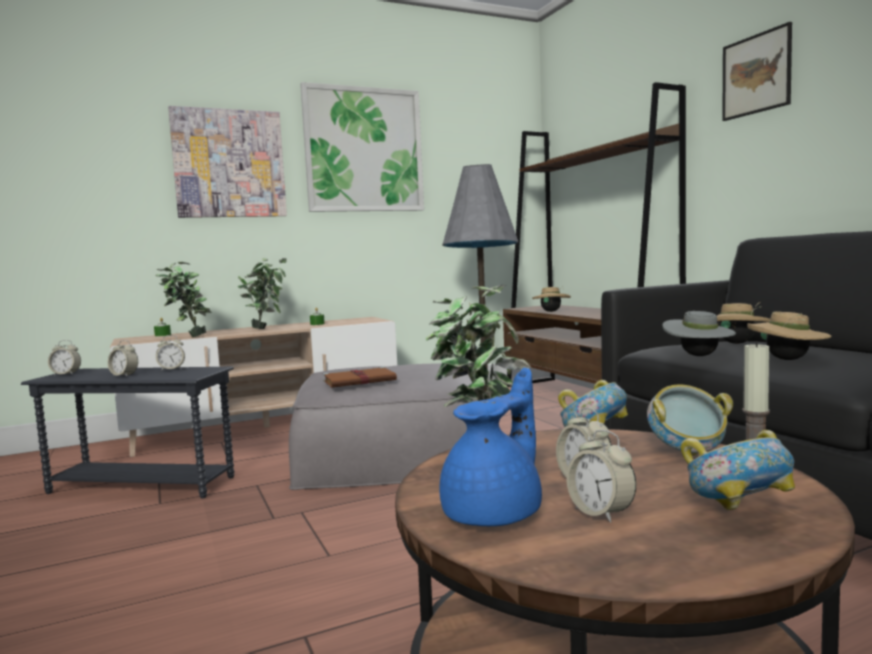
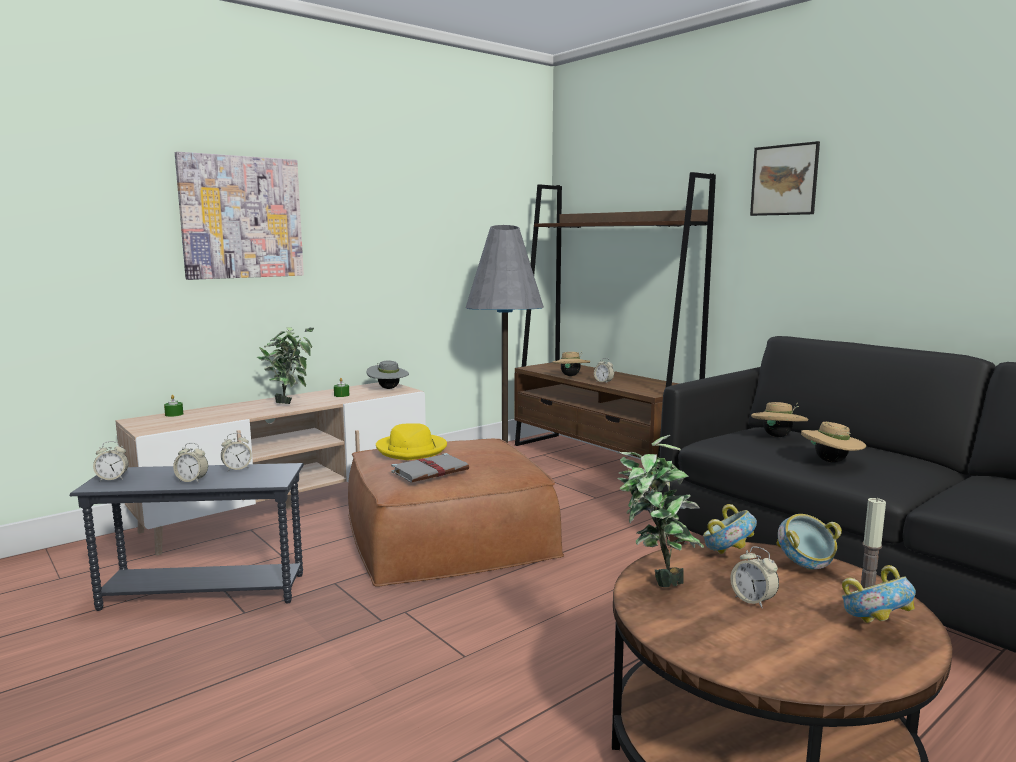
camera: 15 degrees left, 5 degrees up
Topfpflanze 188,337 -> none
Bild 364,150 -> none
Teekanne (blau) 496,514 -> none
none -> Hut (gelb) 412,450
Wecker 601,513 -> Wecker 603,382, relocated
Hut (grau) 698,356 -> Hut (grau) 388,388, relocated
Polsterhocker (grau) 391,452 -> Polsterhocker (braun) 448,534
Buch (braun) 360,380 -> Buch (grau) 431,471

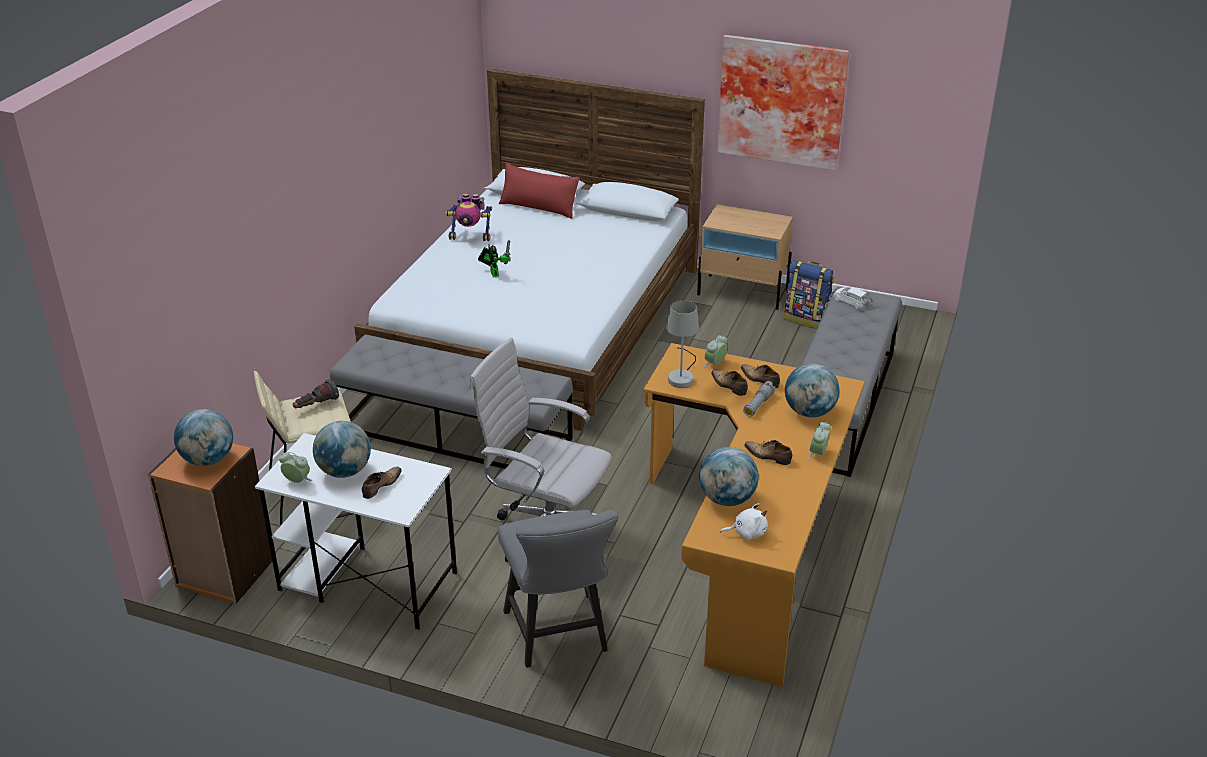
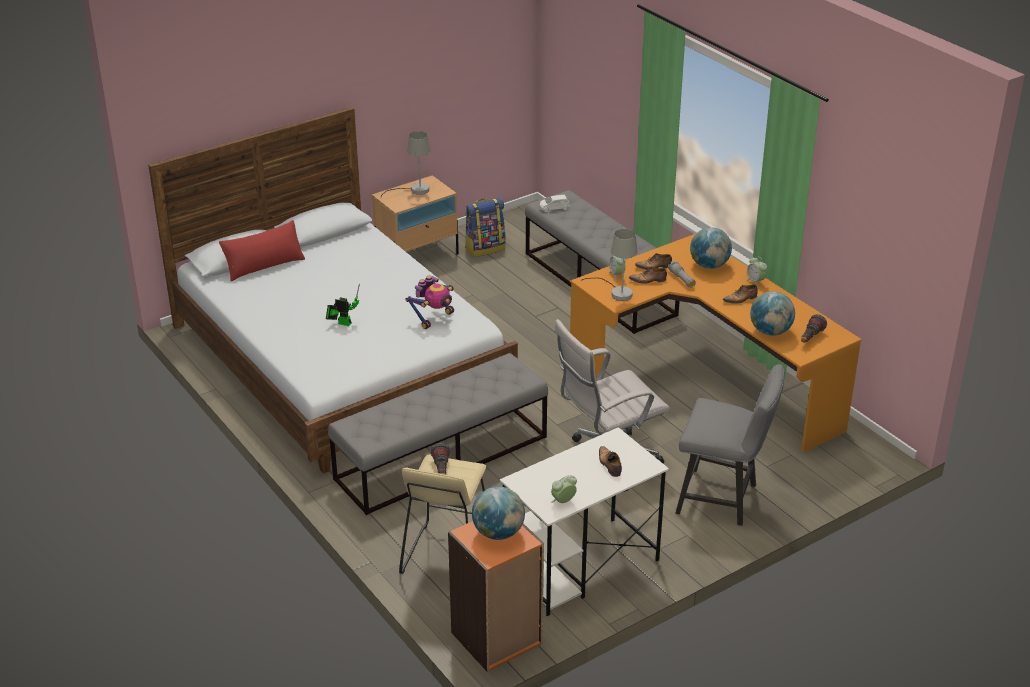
camera: 55 degrees left, 0 degrees up
Globus 345,471 -> none
Bild 782,100 -> none
none -> Tischlampe (grau) 414,190
Spielzeugroboter 470,237 -> Spielzeugroboter 434,318, relocated
Plüschtier (weiß) 747,532 -> Taschenlampe 810,338

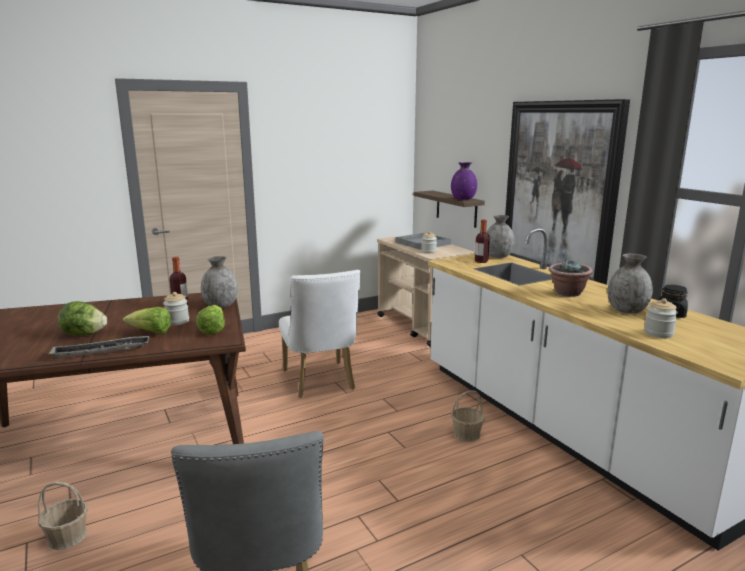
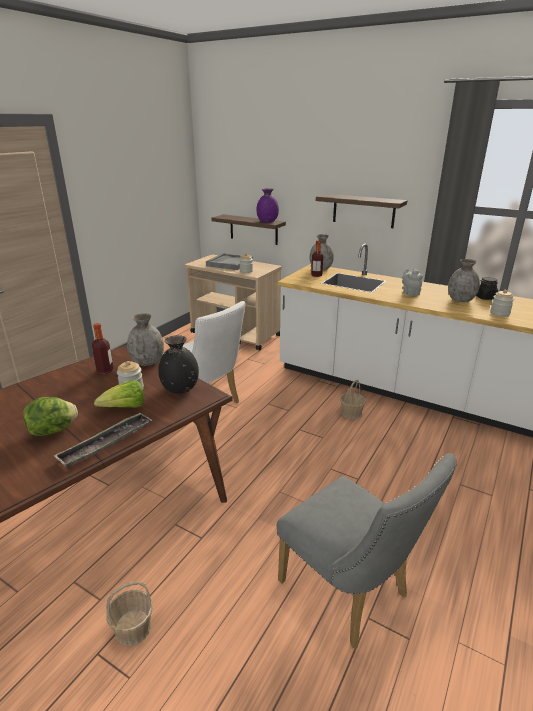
camera: 30 degrees left, 10 degrees up
Salatkopf 212,330 -> Vase (schwarz) 180,389
Bild 559,191 -> Wandregal 363,210
Topfpflanze 568,293 -> Teekanne (grau) 410,293

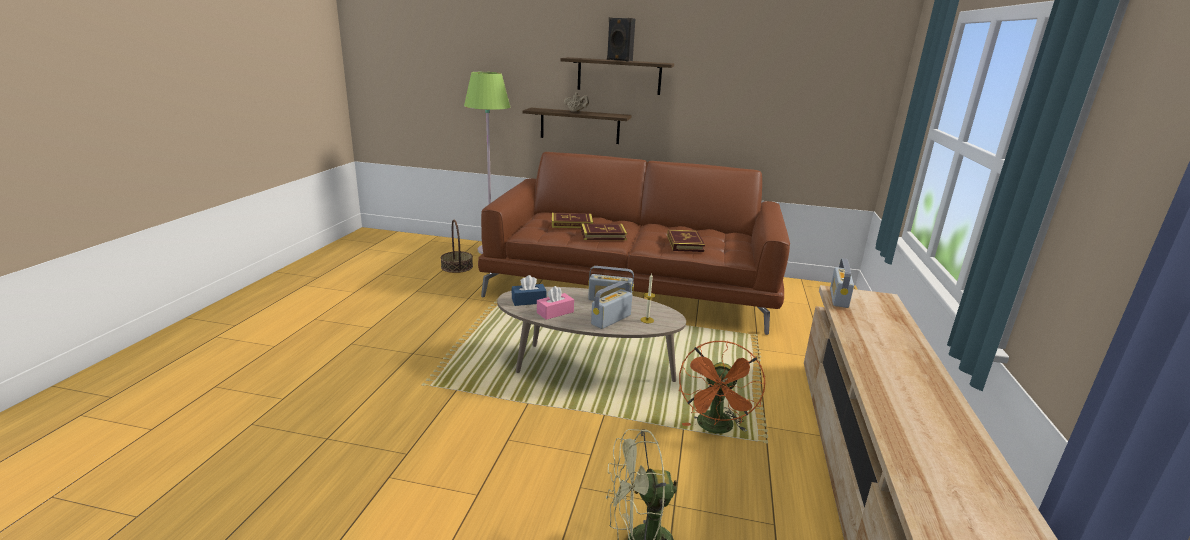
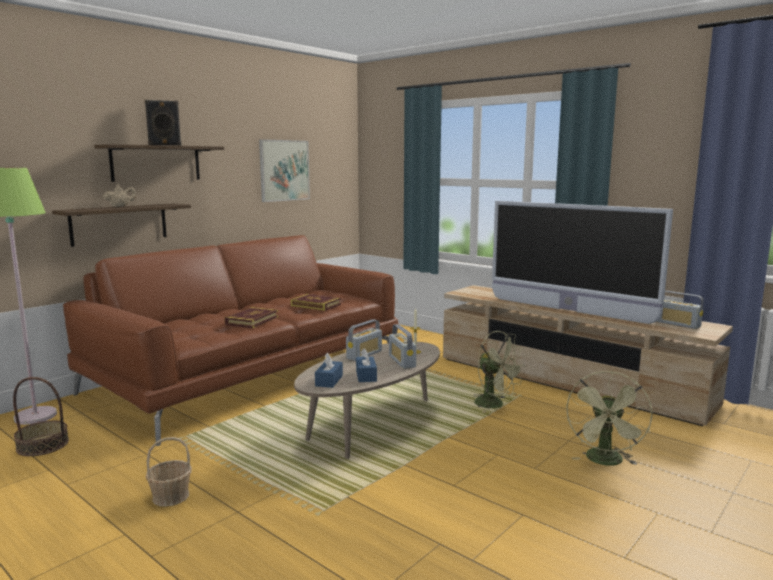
camera: 60 degrees left, 10 degrees down
Buch 571,223 -> none
none -> Korb 170,496
none -> Bild 284,170
none -> Fernseher 568,310
Radio 839,298 -> Radio 678,324, relocated
Taschentuchbox (rosa) 555,312 -> Taschentuchbox (blau) 366,376
Ventilator (orange) 716,428 -> Ventilator (grün) 495,405

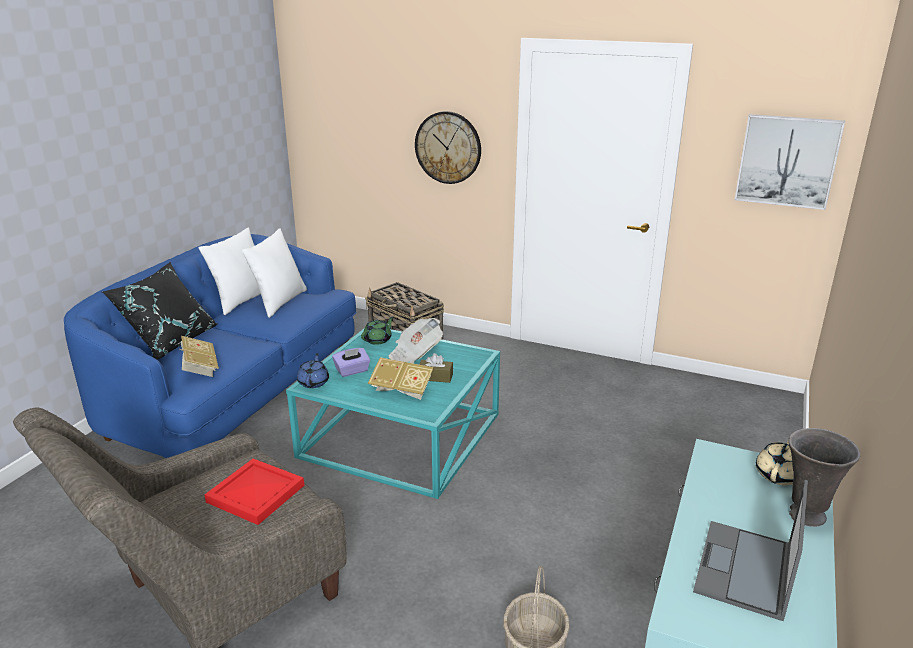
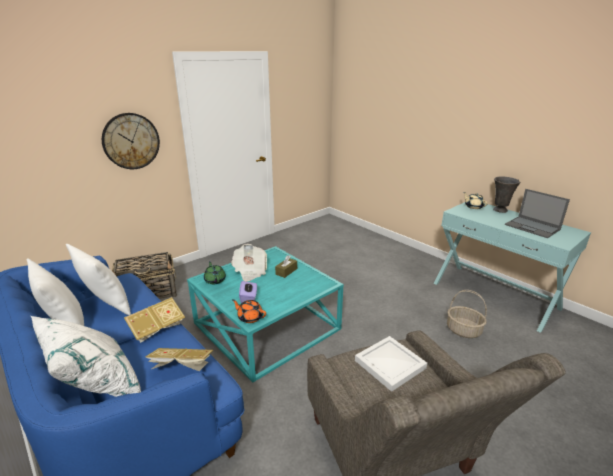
camera: 65 degrees left, 0 degrees up
Bild 787,161 -> none
Buch 402,390 -> Buch 157,329, relocated
Kissen (schwarz) 170,342 -> Kissen (weiß) 96,385
Tablett (rot) 254,494 -> Tablett (weiß) 390,365
Teekanne (blau) 314,382 -> Teekanne (orange) 250,317

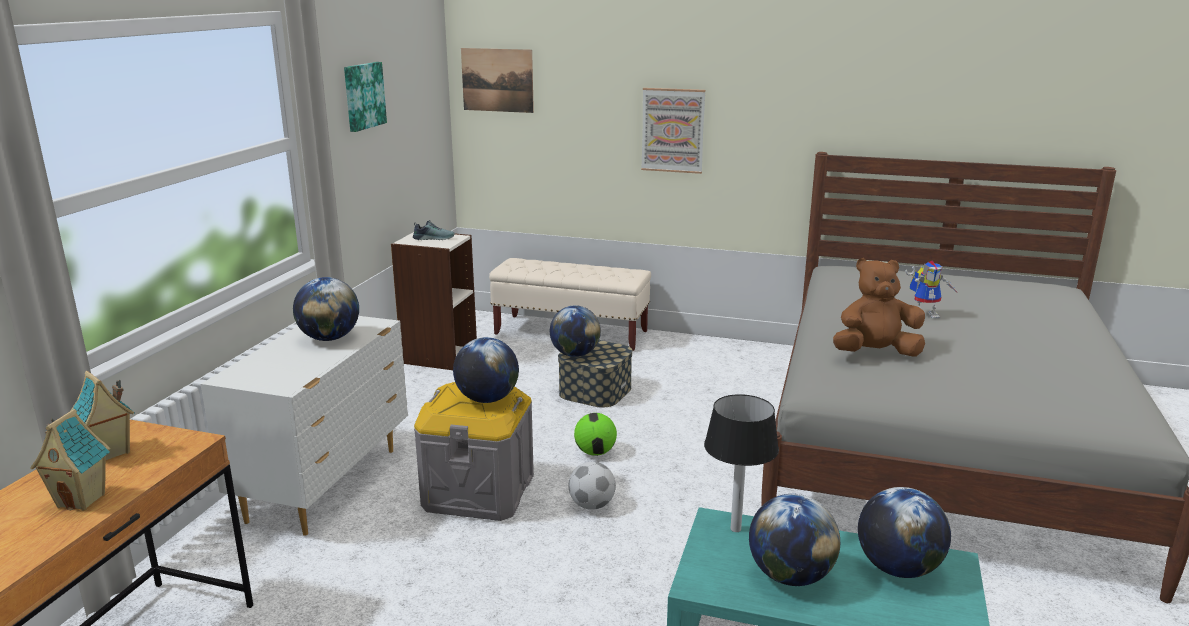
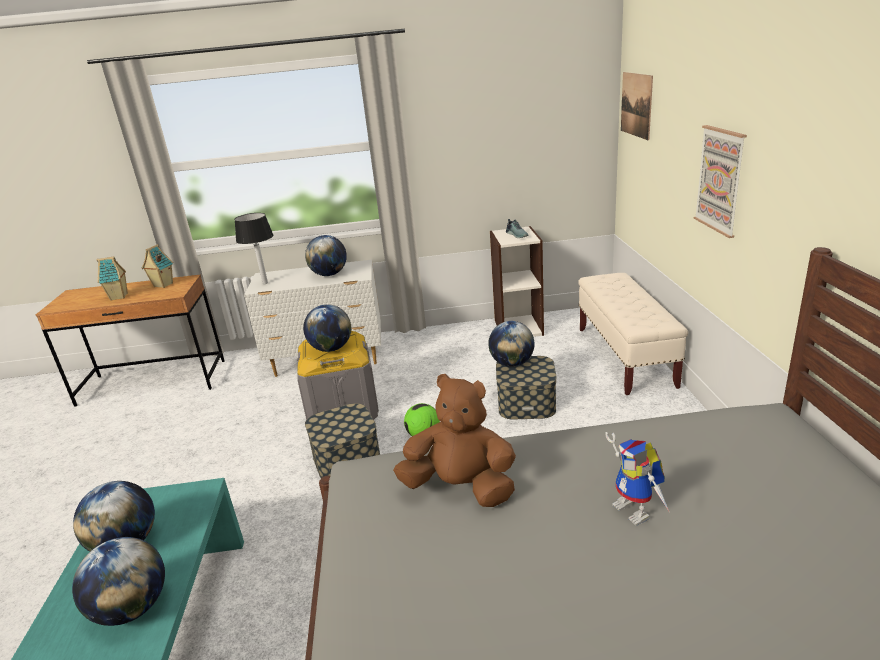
camera: 70 degrees right, 5 degrees up
Bild 363,96 -> none
Tischlampe 734,529 -> Tischlampe 265,283, relocated
Fußball 592,505 -> Aufbewahrungsbox 346,458
Plüschtier (braun) 875,353 -> Plüschtier (braun) 461,488, 45 degrees counterclockwise

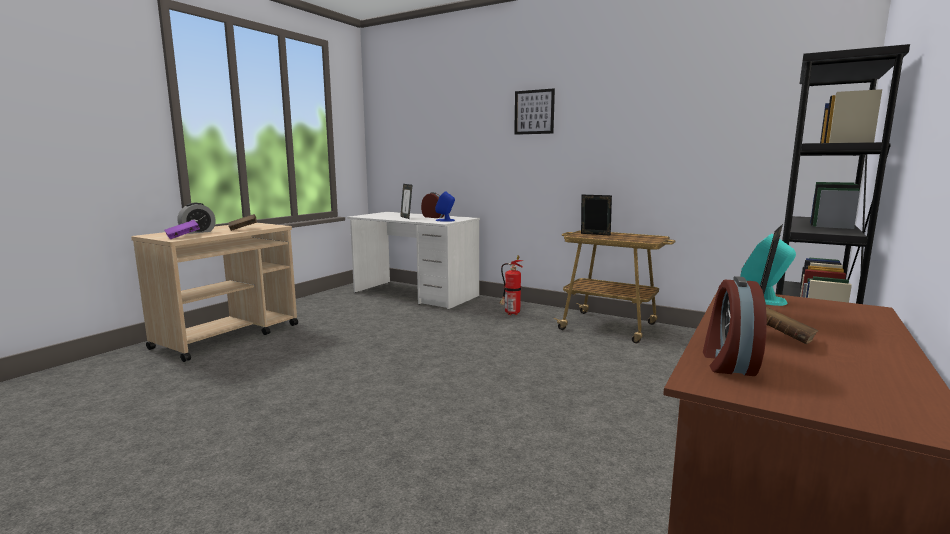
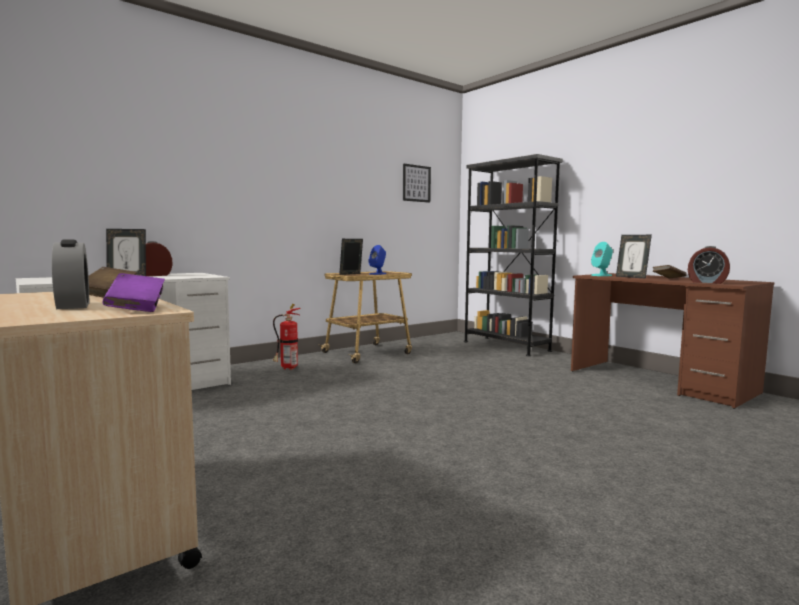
camera: 70 degrees left, 5 degrees down
Lautsprecher (blau) 445,220 -> Lautsprecher (blau) 378,274, relocated
Bild 534,112 -> Bild 416,183, relocated

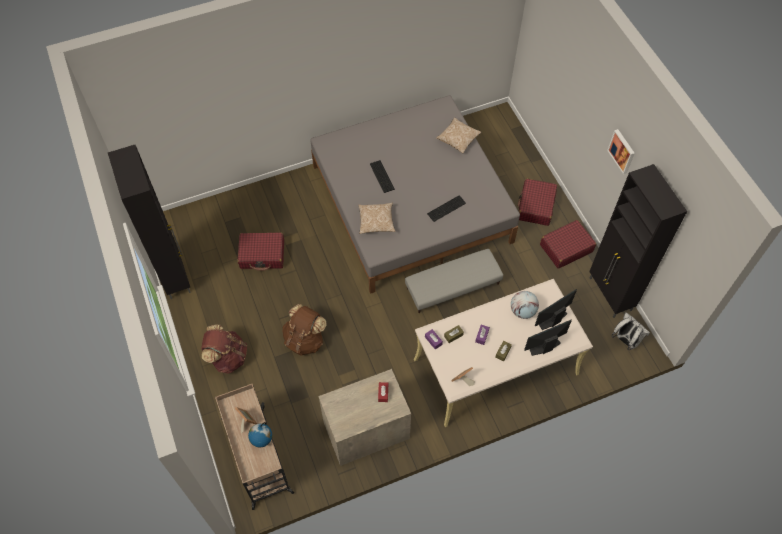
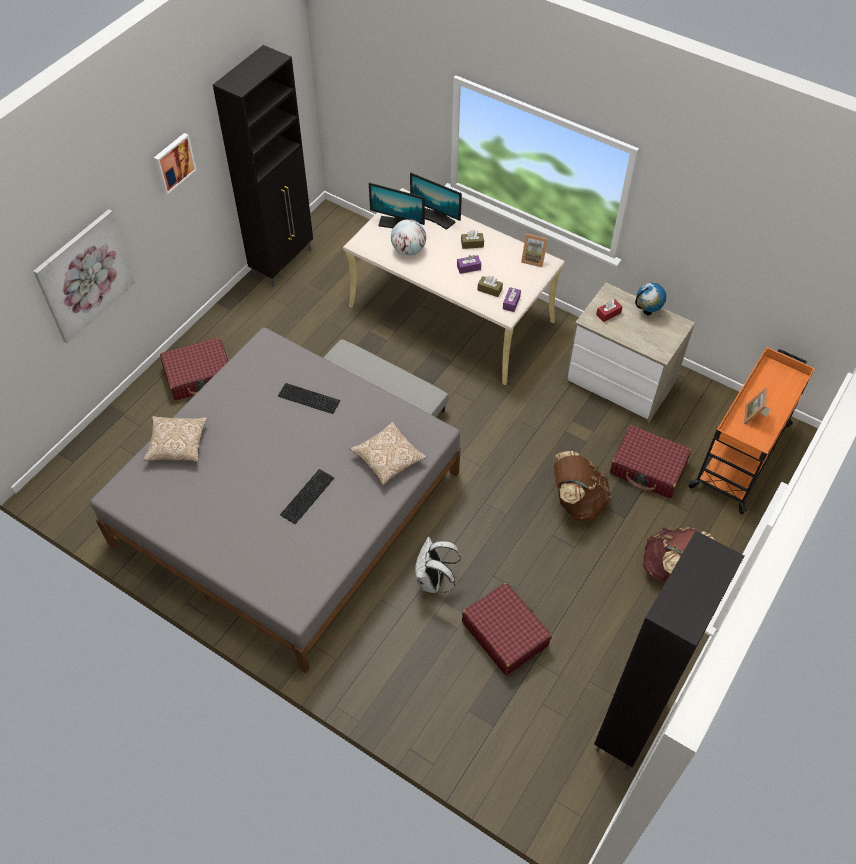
camera: 125 degrees left, 5 degrees down
none -> Bild 85,276
Globus 262,441 -> Globus 647,312, relocated
Koffer (rot) 566,248 -> Koffer (rot) 648,468, relocated
Rucksack (weiß) 625,340 -> Rucksack (weiß) 433,581, relocated
Rollwagen (beige) 258,458 -> Rollwagen (orange) 741,455

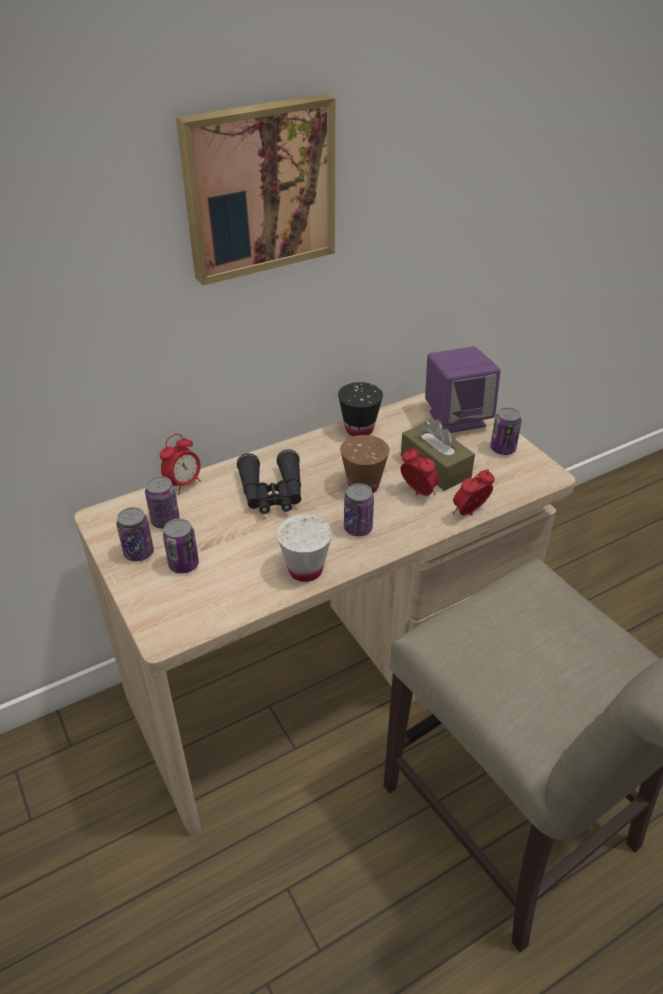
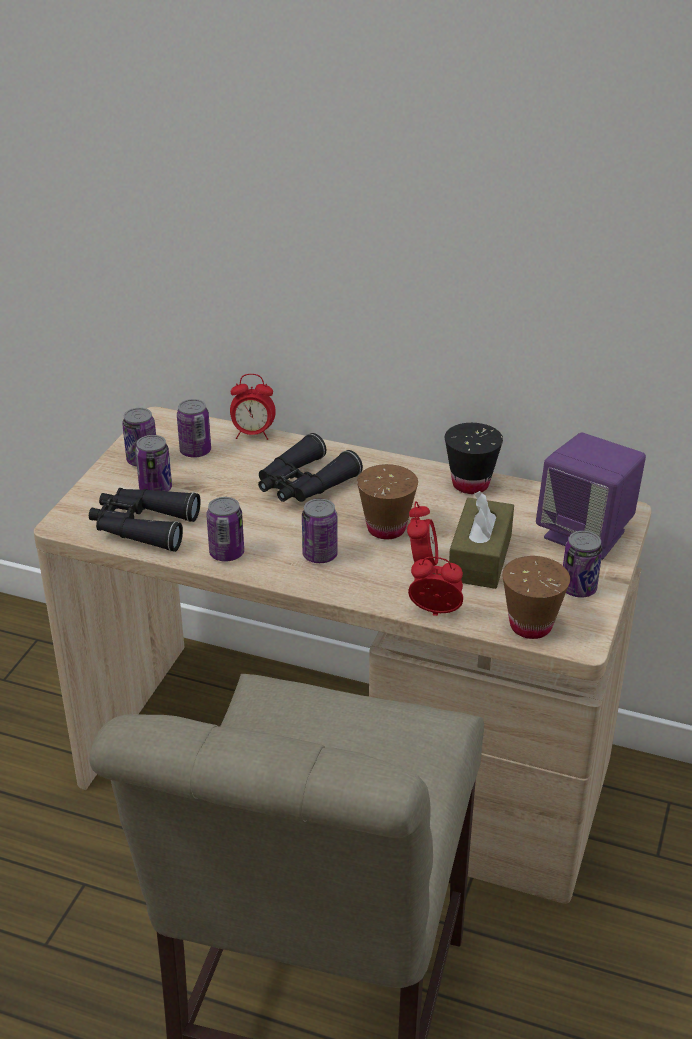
camera: 50 degrees right, 5 degrees down
Bild 258,188 -> none
none -> Fernglas (schwarz) 142,527
none -> Tasse (braun) 530,626
Tasse (weiß) 305,570 -> Dose 226,553

